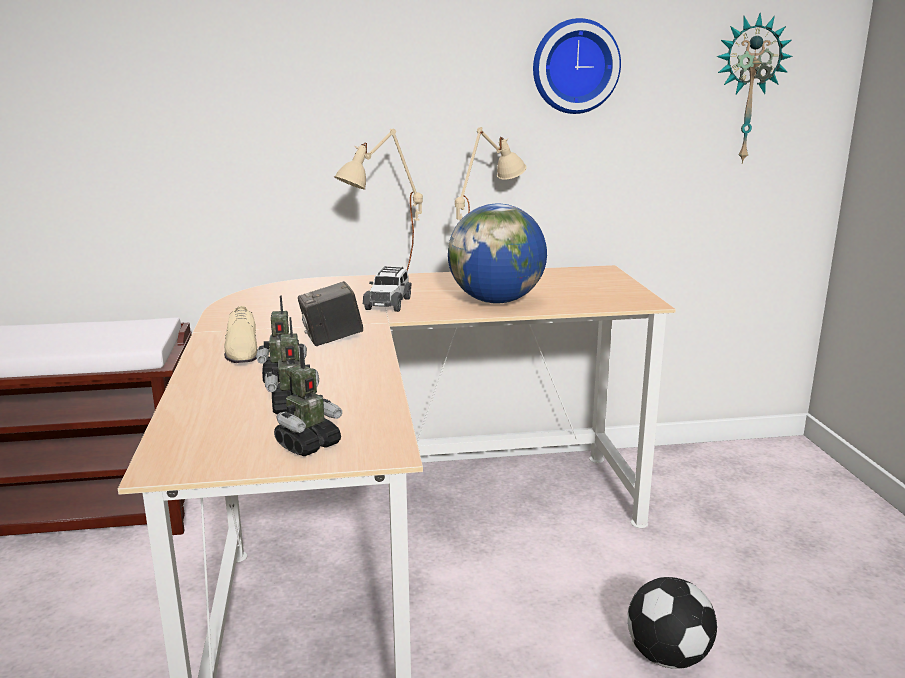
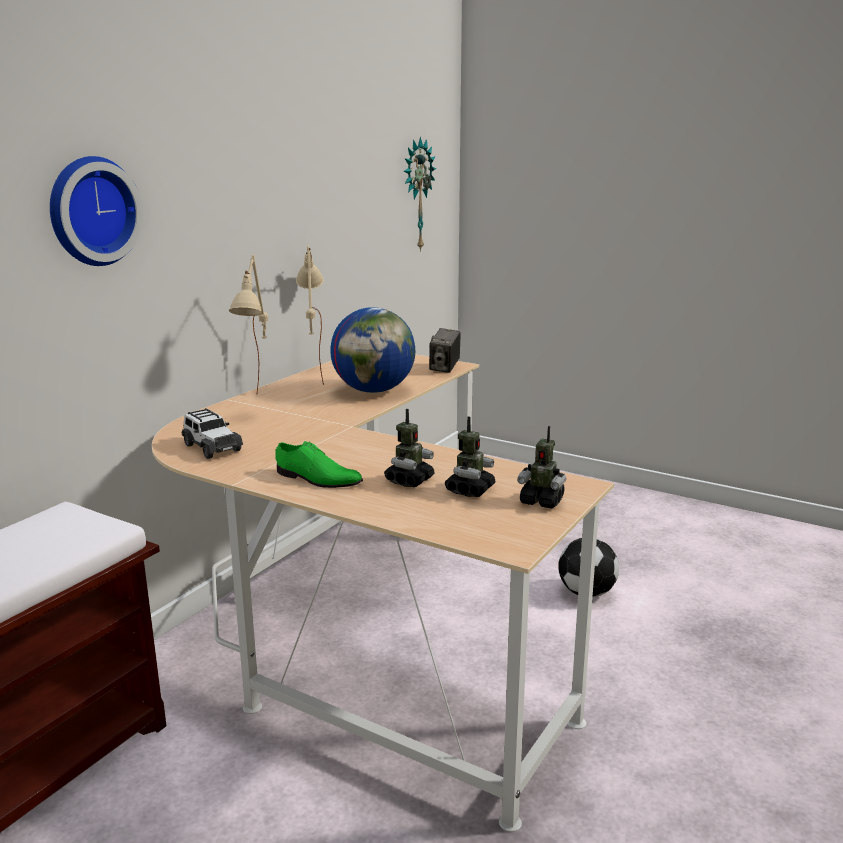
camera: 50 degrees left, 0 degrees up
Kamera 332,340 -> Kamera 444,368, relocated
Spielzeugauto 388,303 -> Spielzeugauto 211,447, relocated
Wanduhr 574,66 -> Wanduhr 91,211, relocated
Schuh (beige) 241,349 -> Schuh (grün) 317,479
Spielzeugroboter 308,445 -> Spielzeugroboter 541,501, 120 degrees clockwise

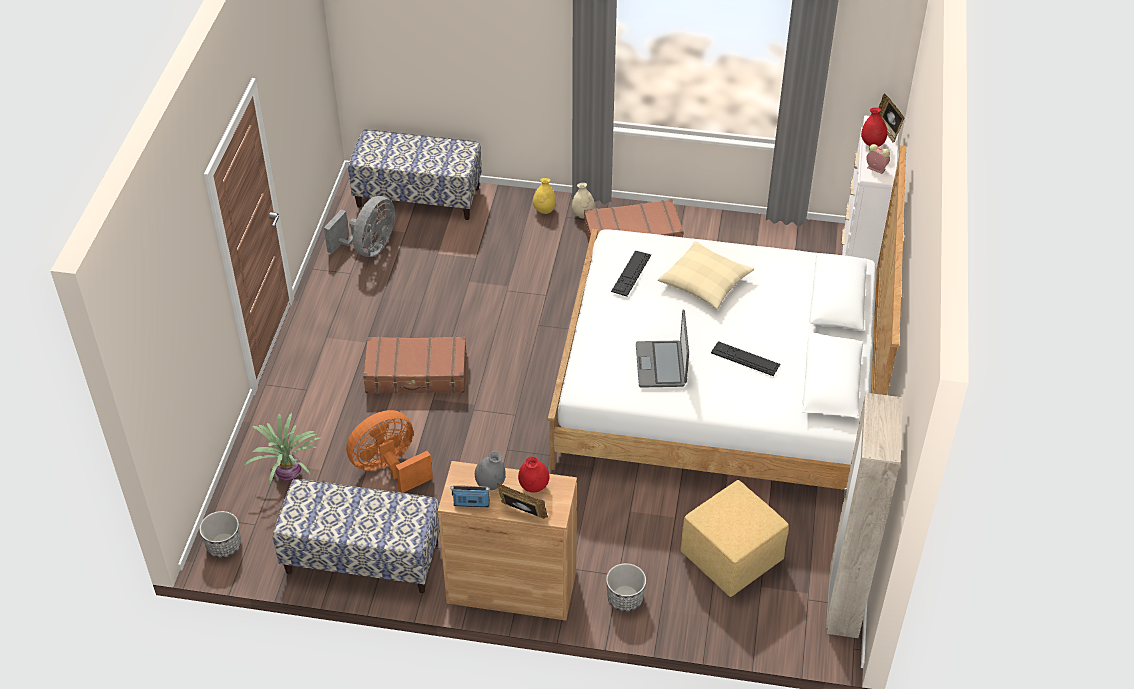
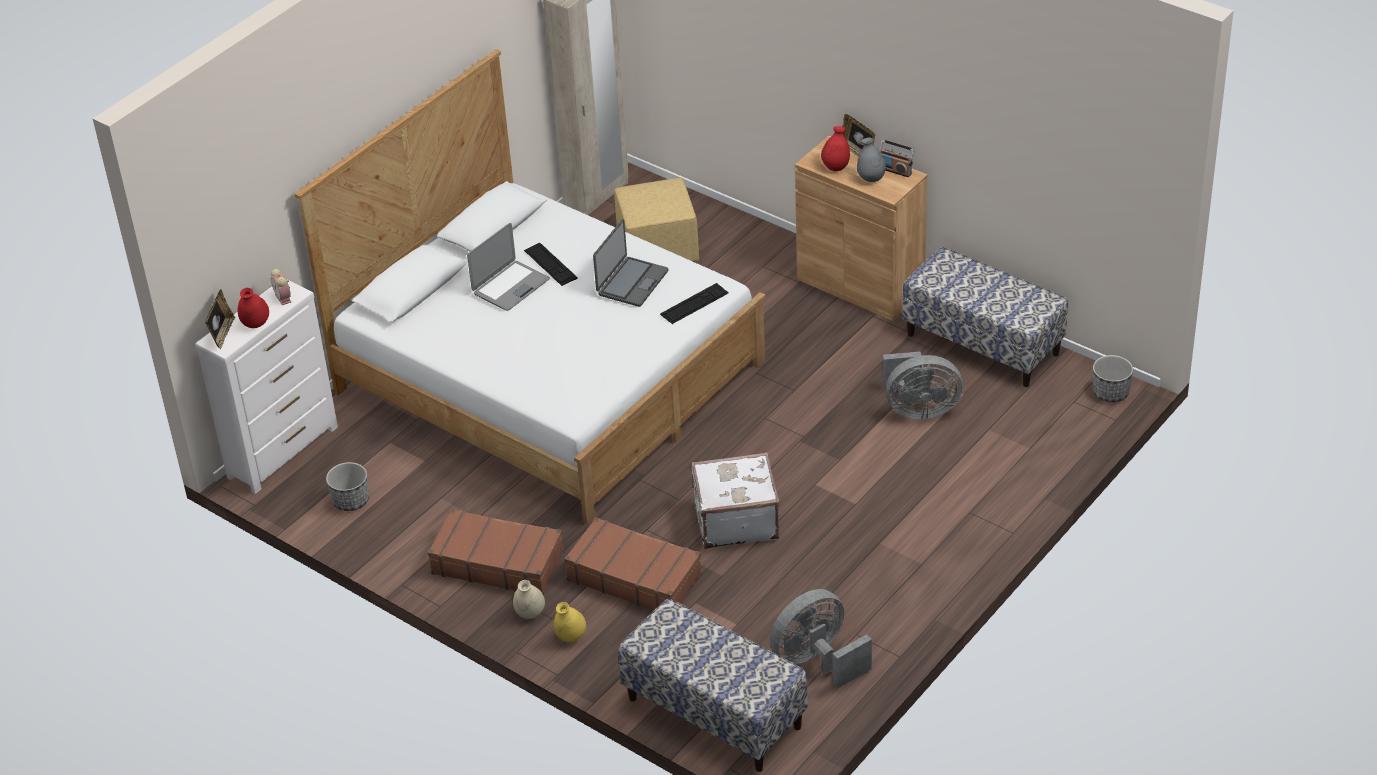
camera: 150 degrees left, 5 degrees down
Topfpflanze 289,473 -> none
Kissen (beige) 705,282 -> none
none -> Laptop 510,286
none -> Koffer (weiß) 735,520
Koffer (braun) 416,374 -> Koffer (braun) 634,577, relocated
Pflanzkübel 625,599 -> Pflanzkübel 351,500, relocated
Tastatur 631,273 -> Tastatur 694,303, relocated
Ventilator (orange) 389,468 -> Ventilator (grau) 919,409

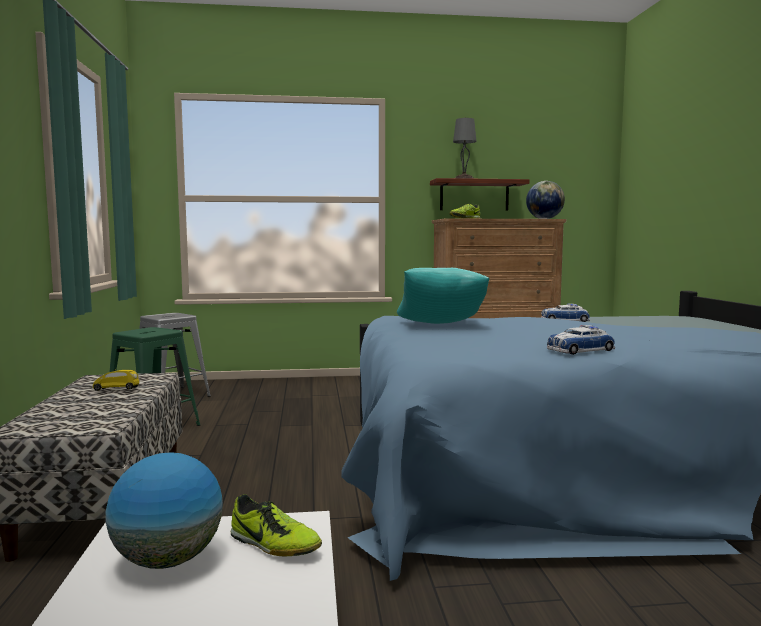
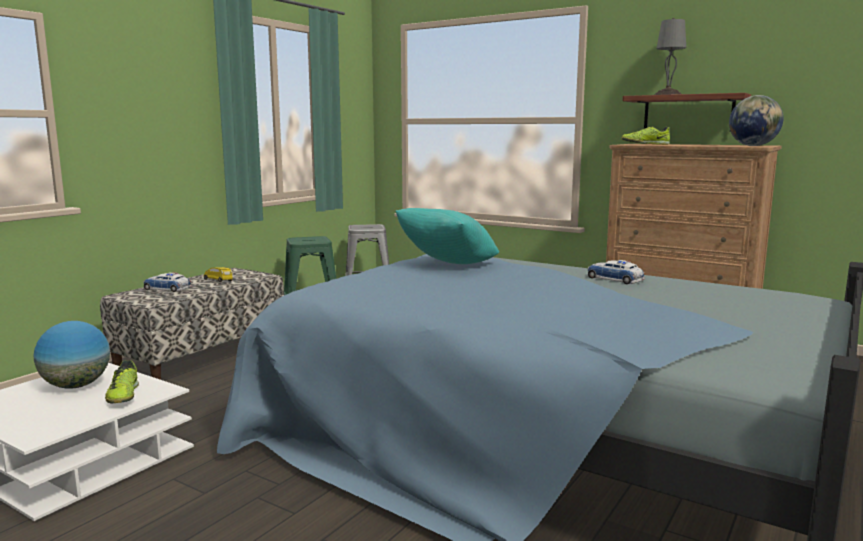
camera: 40 degrees right, 5 degrees up
Spielzeugauto 580,350 -> Spielzeugauto 167,288, relocated

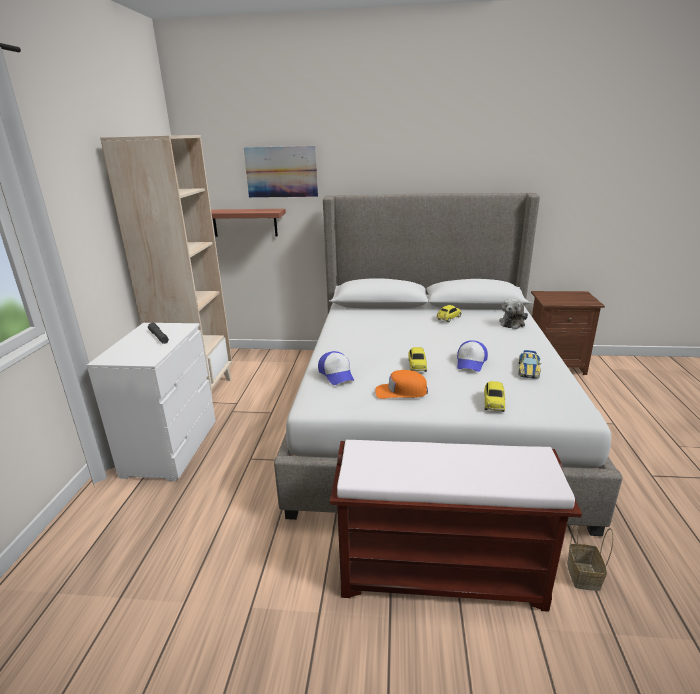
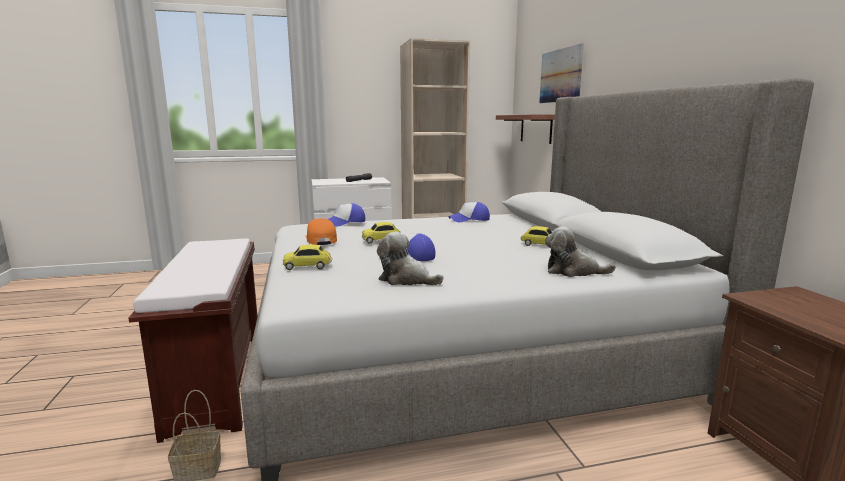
camera: 70 degrees right, 10 degrees down
none -> Kappe 469,219
Spielzeugauto 528,369 -> Plüschtier 406,279

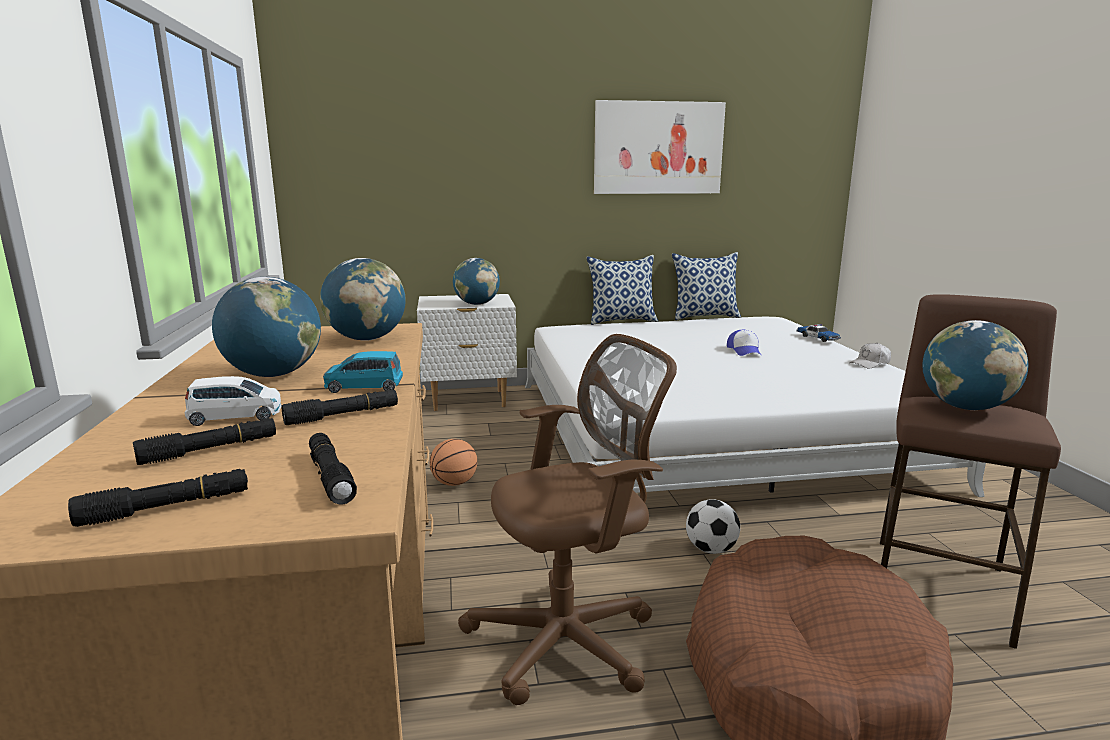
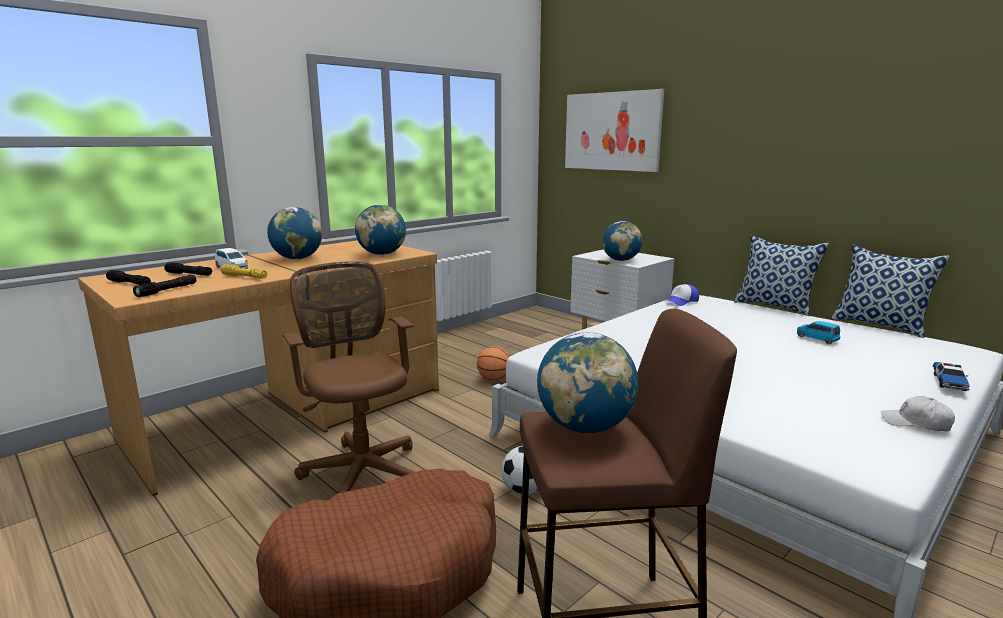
camera: 55 degrees right, 0 degrees up
Spielzeugauto (blau) 364,387 -> Spielzeugauto (blau) 817,338, relocated
Bild 658,148 -> Bild 612,131, relocated
Kappe 744,351 -> Kappe 681,301, relocated
Taschenlampe (schwarz) 343,416 -> Taschenlampe (gelb) 244,277
Bürostuhl (braun) 570,640 -> Bürostuhl (braun) 361,470, 150 degrees counterclockwise

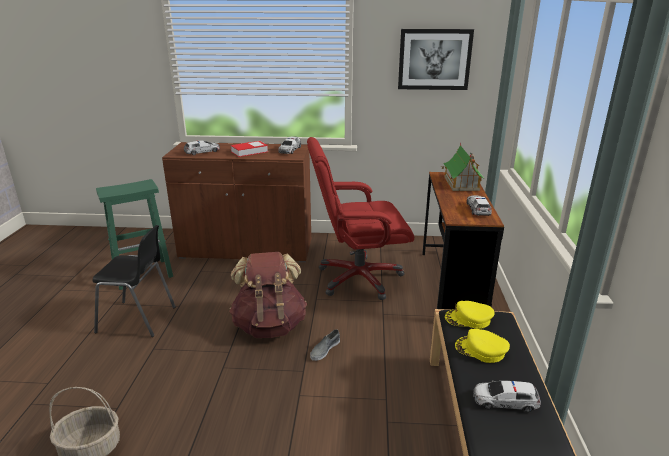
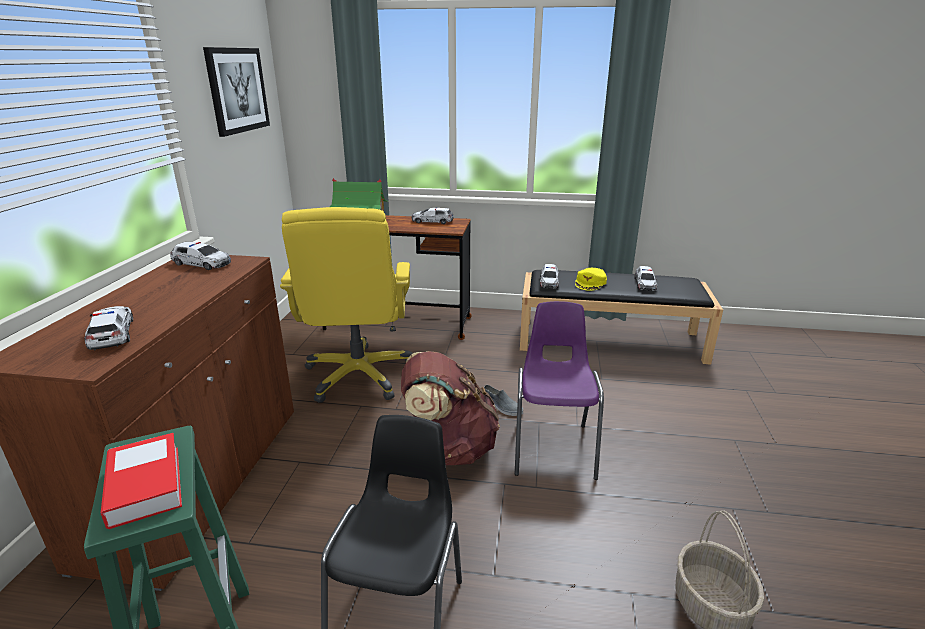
camera: 85 degrees left, 0 degrees up
none -> Stuhl (lila) 553,447
Buch 249,152 -> Buch 145,485, relocated
Kappe (gelb) 468,319 -> Spielzeugauto 549,282
Bürostuhl (rot) 358,278 -> Bürostuhl (gelb) 359,375

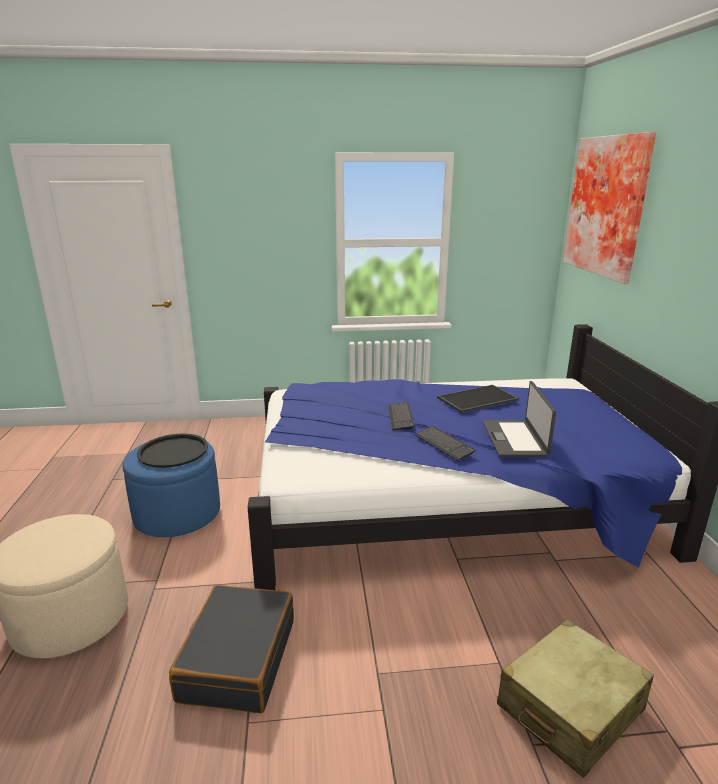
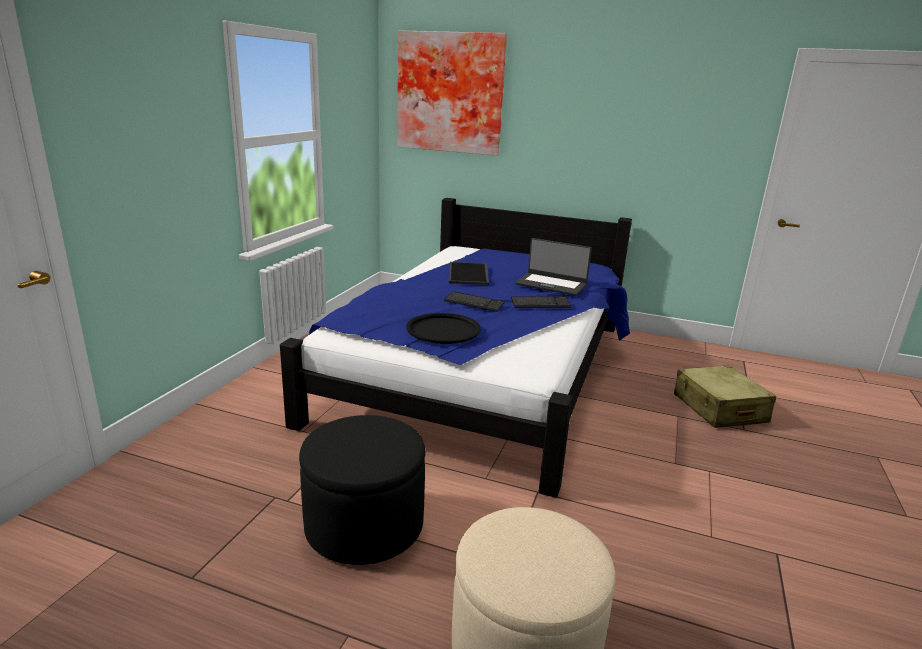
camera: 65 degrees left, 0 degrees up
Koffer (schwarz) 237,659 -> none
Tablett (schwarz) 173,451 -> Tablett (schwarz) 443,329, relocated
Polsterhocker (blau) 177,514 -> Polsterhocker (schwarz) 364,525

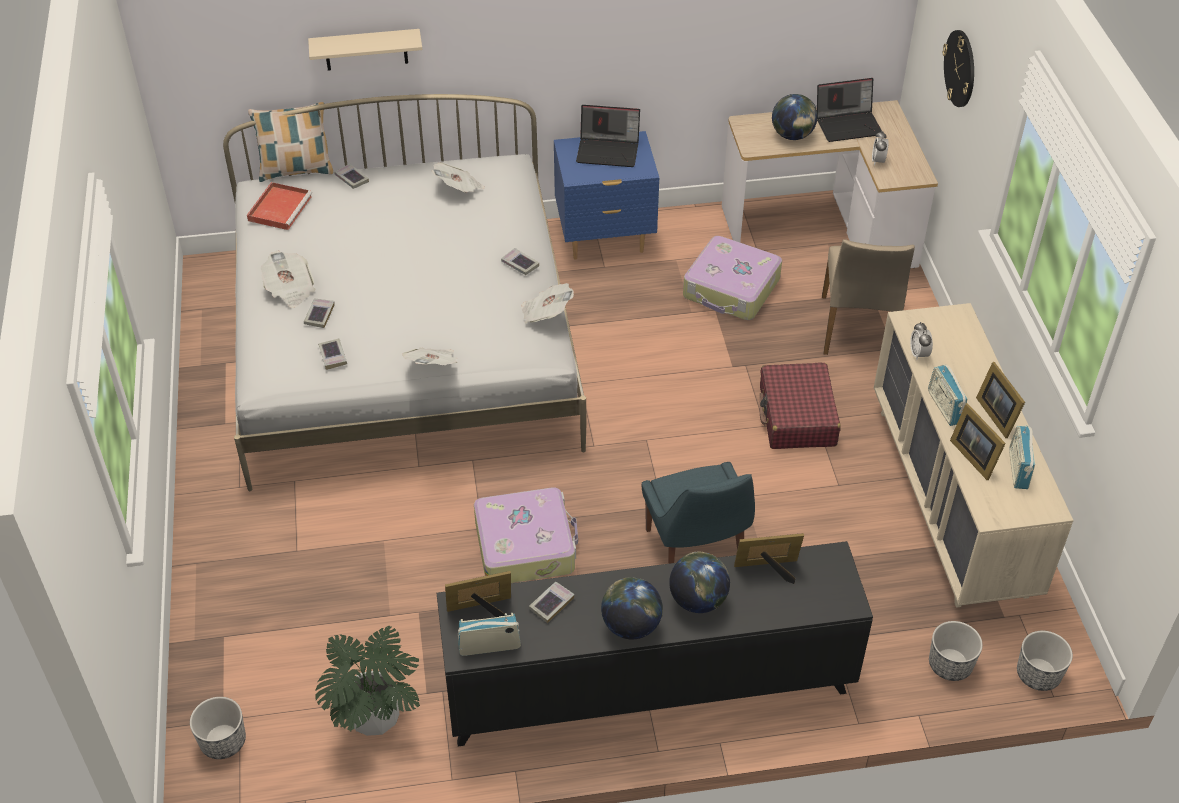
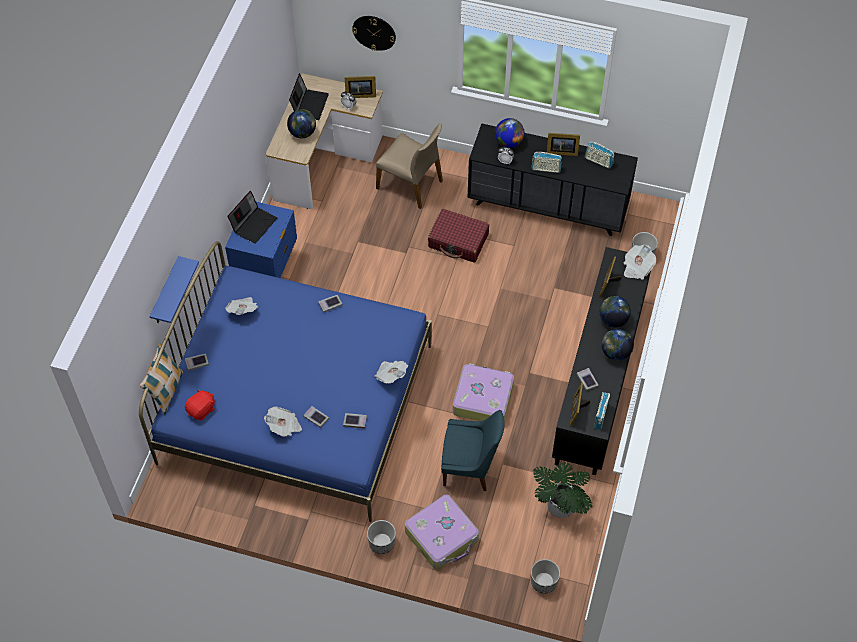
camera: 65 degrees left, 10 degrees up
none -> Globus 509,142
Zeitung 546,313 -> Zeitung 637,267, relocated
Stuhl (blau) 696,550 -> Stuhl (blau) 470,468, relocated
Koffer 731,289 -> Koffer 442,536, relocated
Bilderrahmen 974,455 -> Bilderrahmen 359,94, relocated
Pflanzkübel 1037,674 -> Pflanzkübel 381,543, relocated
Tablett (rot) 280,207 -> Plüschtier (rot) 201,410
Bett (weiß) 405,345 -> Bett (blau) 296,403
Wandregal (beige) 366,49 -> Wandregal (blau) 165,293
Kommode (beige) 951,501 -> Kommode (schwarz) 548,205

